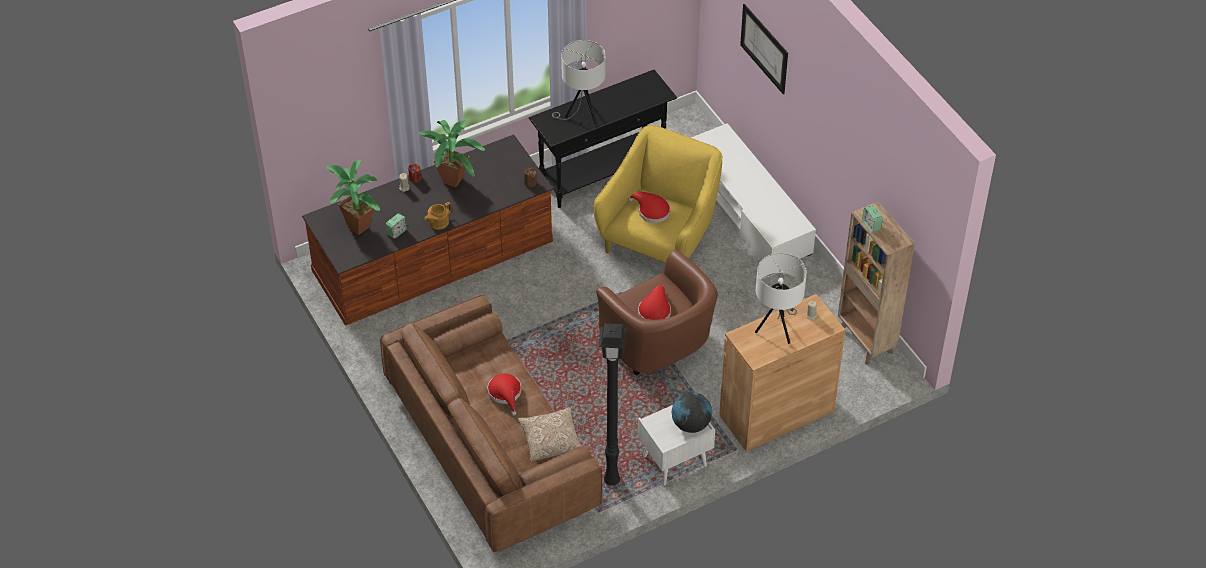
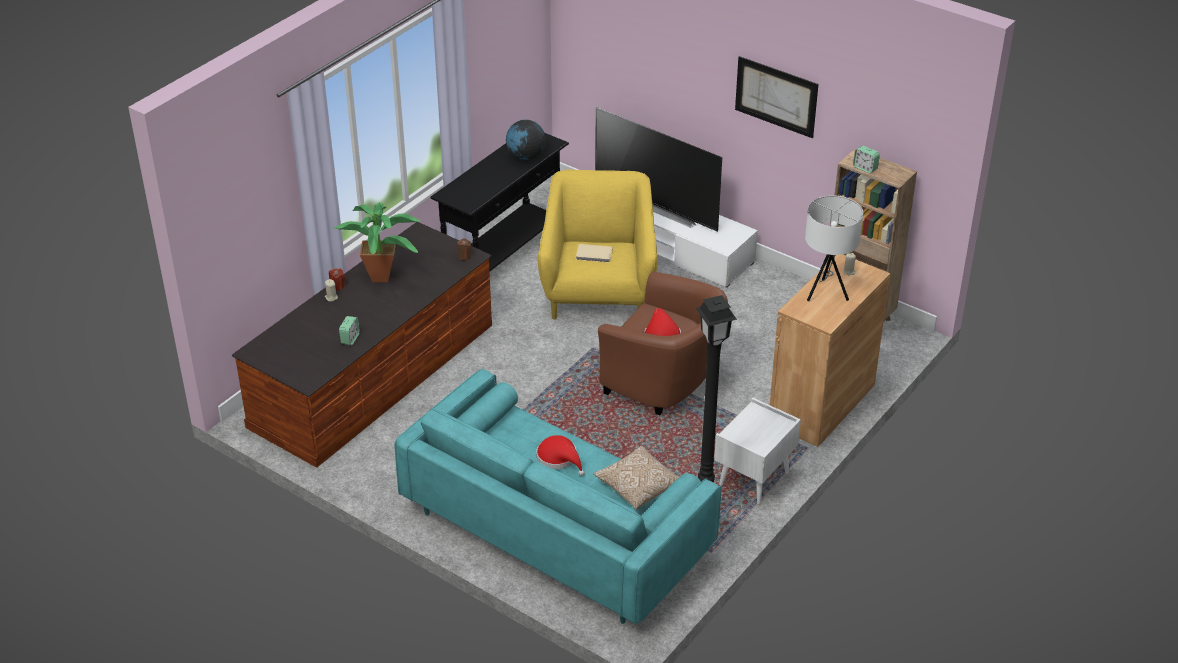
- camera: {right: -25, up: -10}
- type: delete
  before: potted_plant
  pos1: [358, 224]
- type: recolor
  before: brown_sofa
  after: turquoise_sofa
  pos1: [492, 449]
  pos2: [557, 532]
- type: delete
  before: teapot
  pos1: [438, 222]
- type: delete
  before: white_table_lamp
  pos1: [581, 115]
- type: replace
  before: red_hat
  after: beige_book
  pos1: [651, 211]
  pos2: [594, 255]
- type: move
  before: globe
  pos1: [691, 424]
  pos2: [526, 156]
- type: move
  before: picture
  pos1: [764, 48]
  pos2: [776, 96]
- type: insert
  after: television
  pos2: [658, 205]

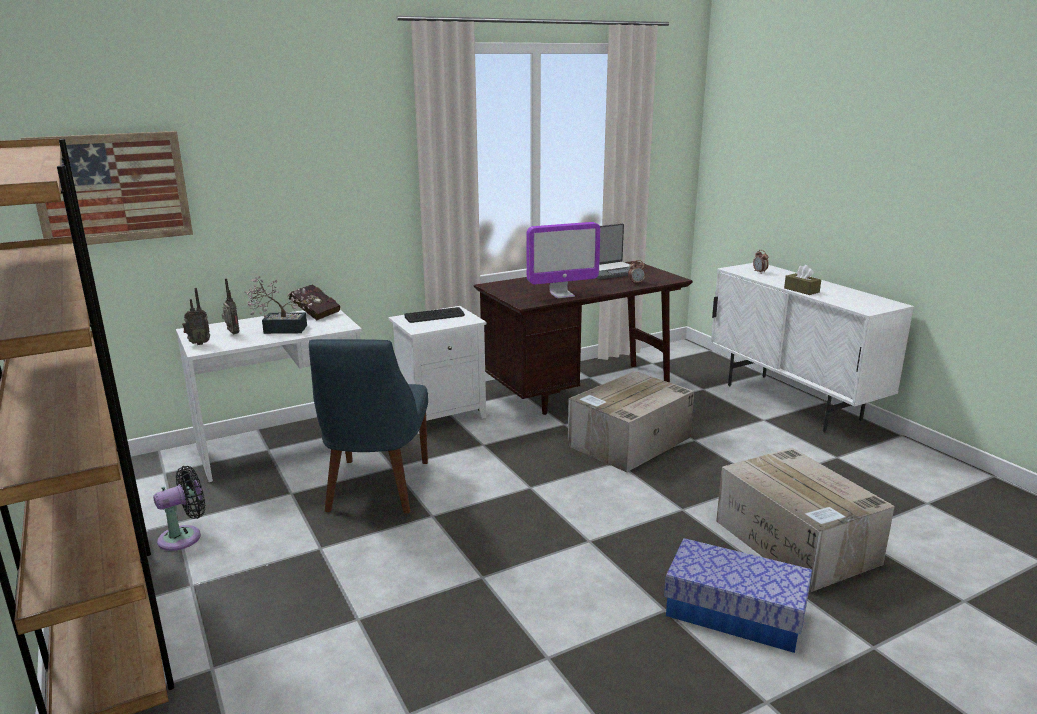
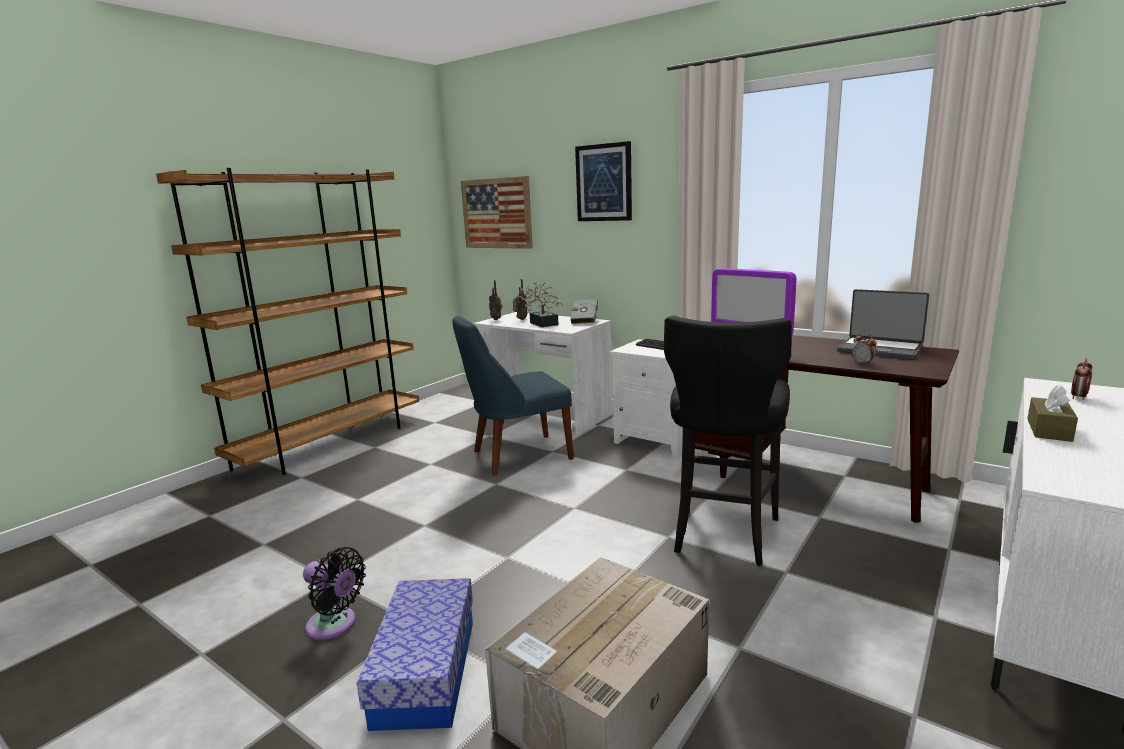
- camera: {right: 65, up: -5}
- type: move
  before: black_fan
  pos1: [184, 537]
  pos2: [335, 626]
- type: recolor
  before: red_book
  after: grey_book
  pos1: [314, 313]
  pos2: [585, 320]
- type: replace
  before: cardboard_box
  after: black_stool
  pos1: [628, 442]
  pos2: [722, 532]
- type: insert
  after: picture
  pos2: [604, 183]

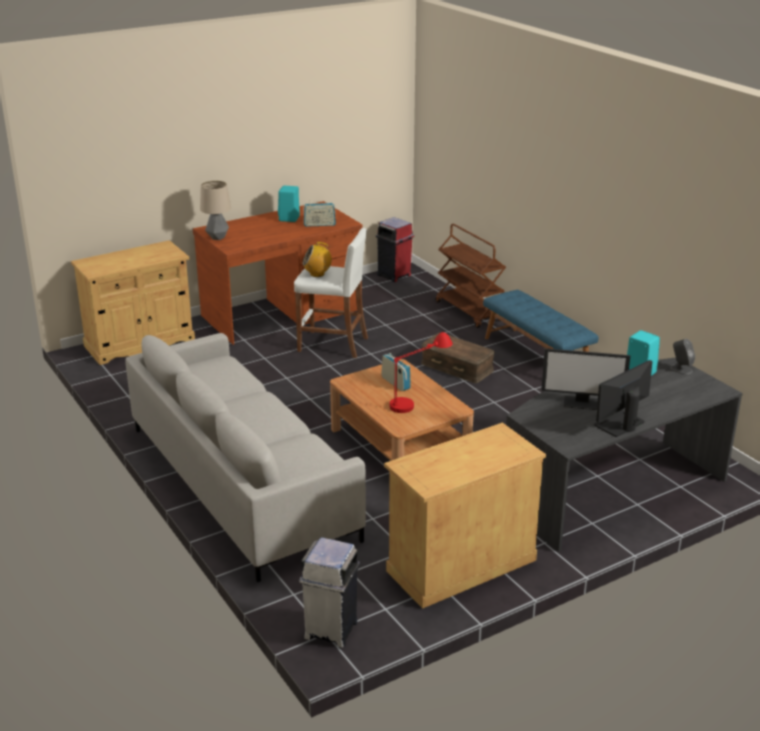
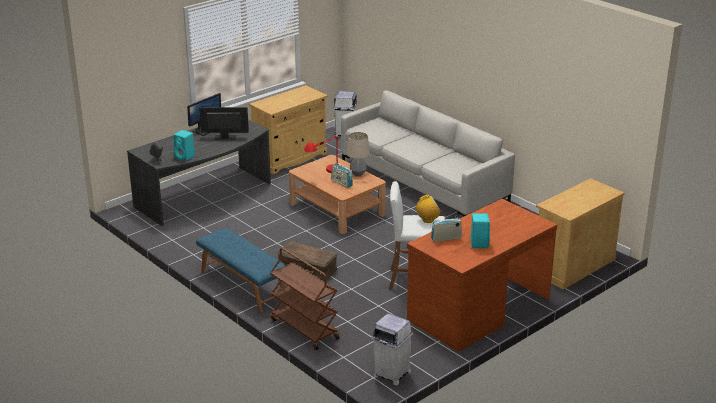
- camera: {right: 170, up: 0}
- type: move
  before: table_lamp
  pos1: [217, 237]
  pos2: [358, 174]
- type: recolor
  before: red_trash_can
  after: white_trash_can
  pos1: [394, 275]
  pos2: [391, 374]

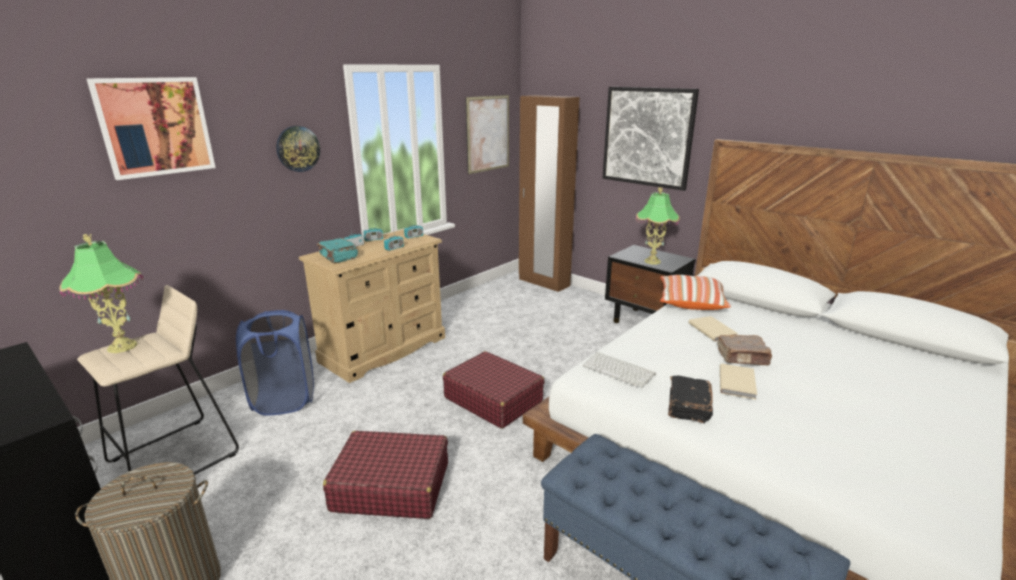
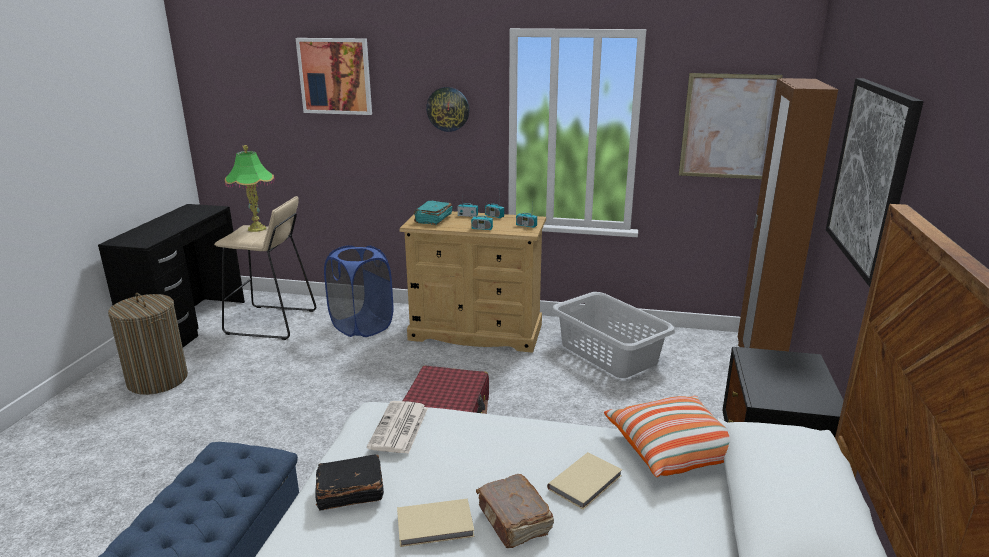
- camera: {right: 60, up: 0}
- type: delete
  before: red_suitcase
  pos1: [391, 486]
- type: replace
  before: keyboard
  after: newspaper
  pos1: [620, 370]
  pos2: [399, 428]
- type: delete
  before: table_lamp
  pos1: [652, 261]
- type: insert
  after: grey_laundry_basket
  pos2: [609, 353]

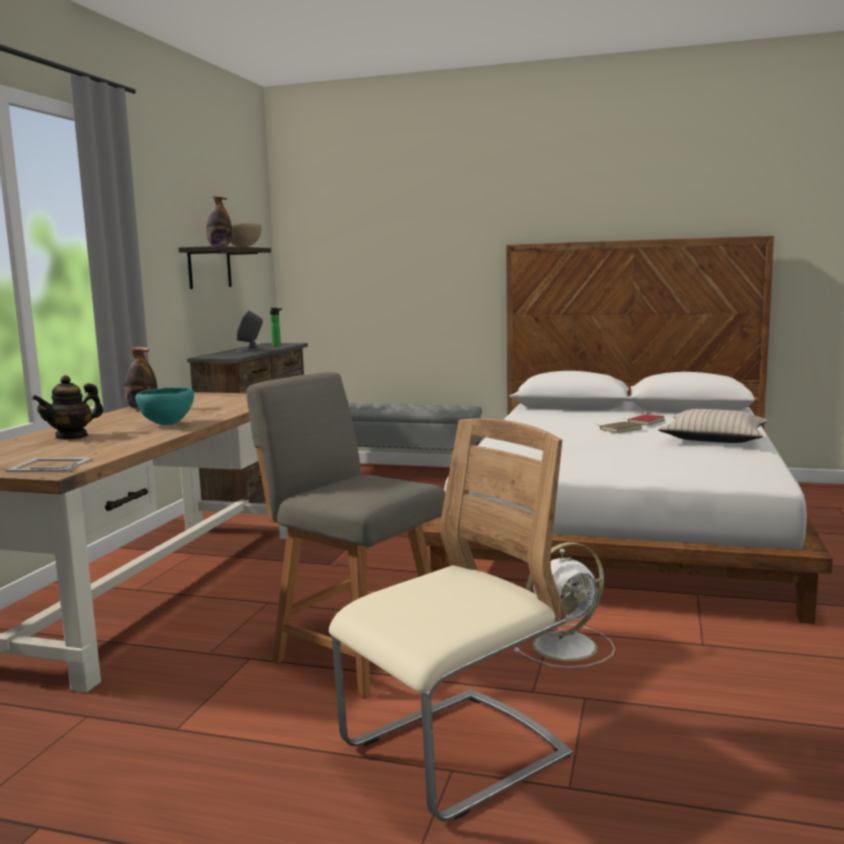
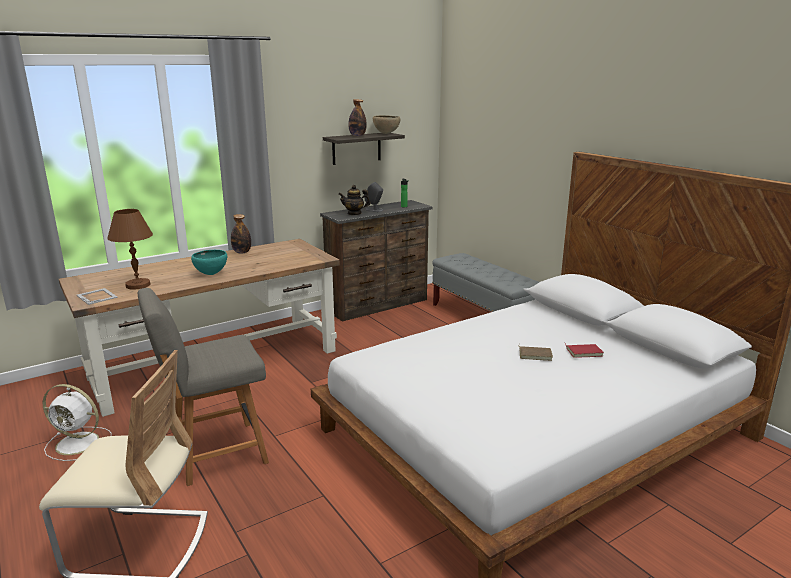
- camera: {right: 40, up: 10}
- type: move
  before: teapot
  pos1: [72, 436]
  pos2: [354, 213]
- type: rotate
  before: grey_chair
  pos1: [355, 652]
  pos2: [216, 453]
  turn: -105
- type: move
  before: white_fan
  pos1: [567, 645]
  pos2: [79, 443]
- type: delete
  before: beige_pillow
  pos1: [714, 439]
- type: insert
  after: brown_table_lamp
  pos2: [138, 285]

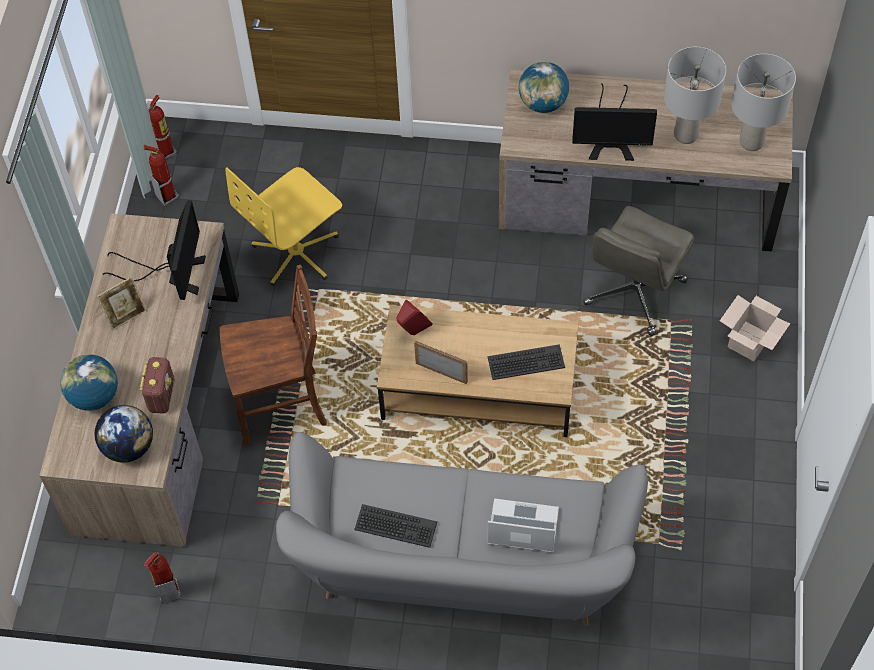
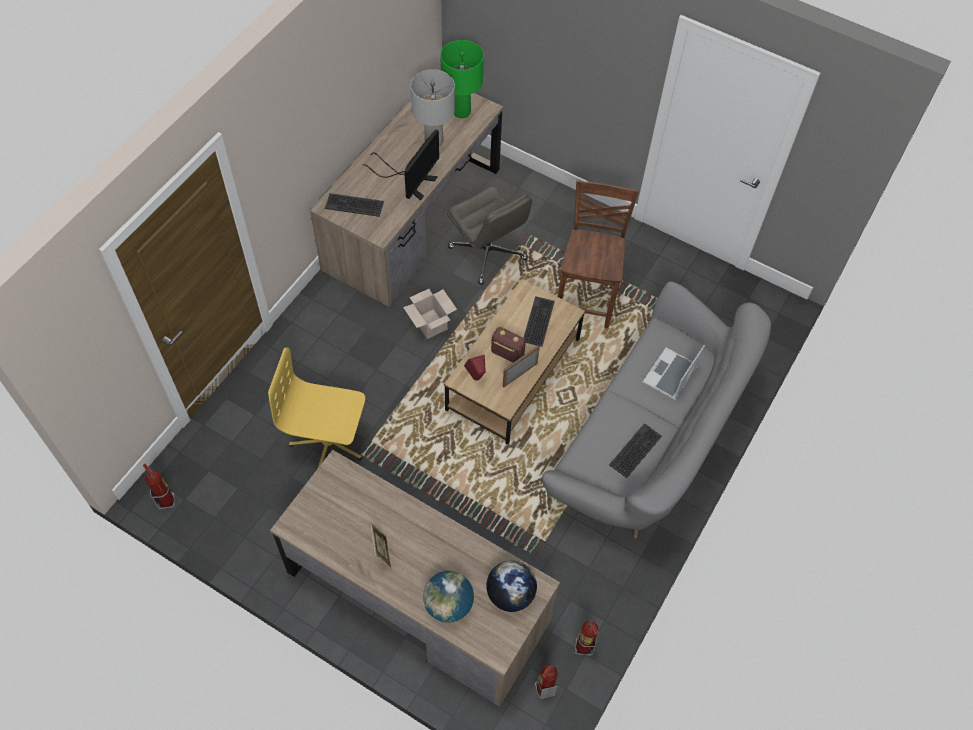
- camera: {right: -70, up: 0}
- type: delete
  before: monitor
  pos1: [173, 273]
- type: move
  before: radio
  pos1: [161, 395]
  pos2: [507, 354]
- type: move
  before: fire_extinguisher
  pos1: [167, 196]
  pos2: [544, 689]
- type: move
  before: brown_chair
  pos1: [282, 406]
  pos2: [587, 298]
- type: rotate
  before: yellow_office_chair
  pos1: [297, 253]
  pos2: [328, 443]
  turn: 120
- type: replace
  before: globe
  after: keyboard
  pos1: [543, 103]
  pos2: [354, 205]
- type: move
  before: cardboard_box
  pos1: [749, 342]
  pos2: [431, 324]
- type: recolor
  before: grey_table_lamp
  after: green_table_lamp
  pos1: [752, 142]
  pos2: [462, 112]

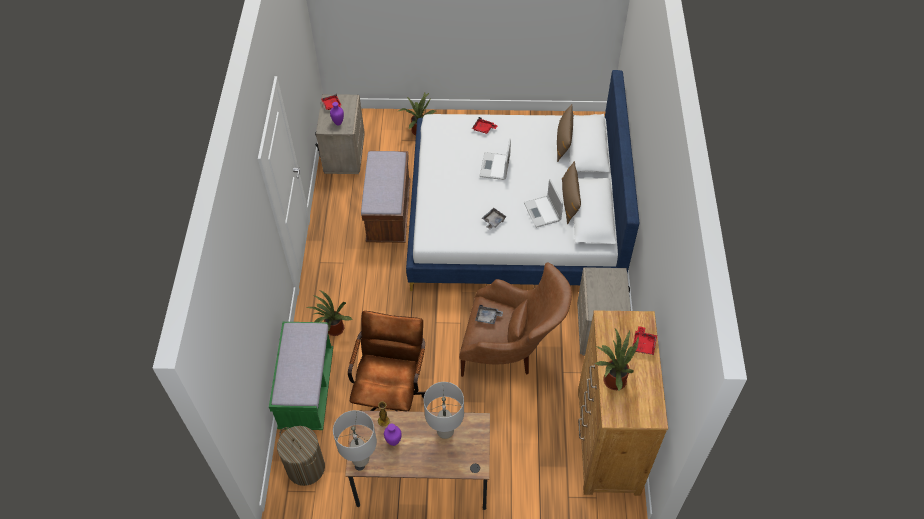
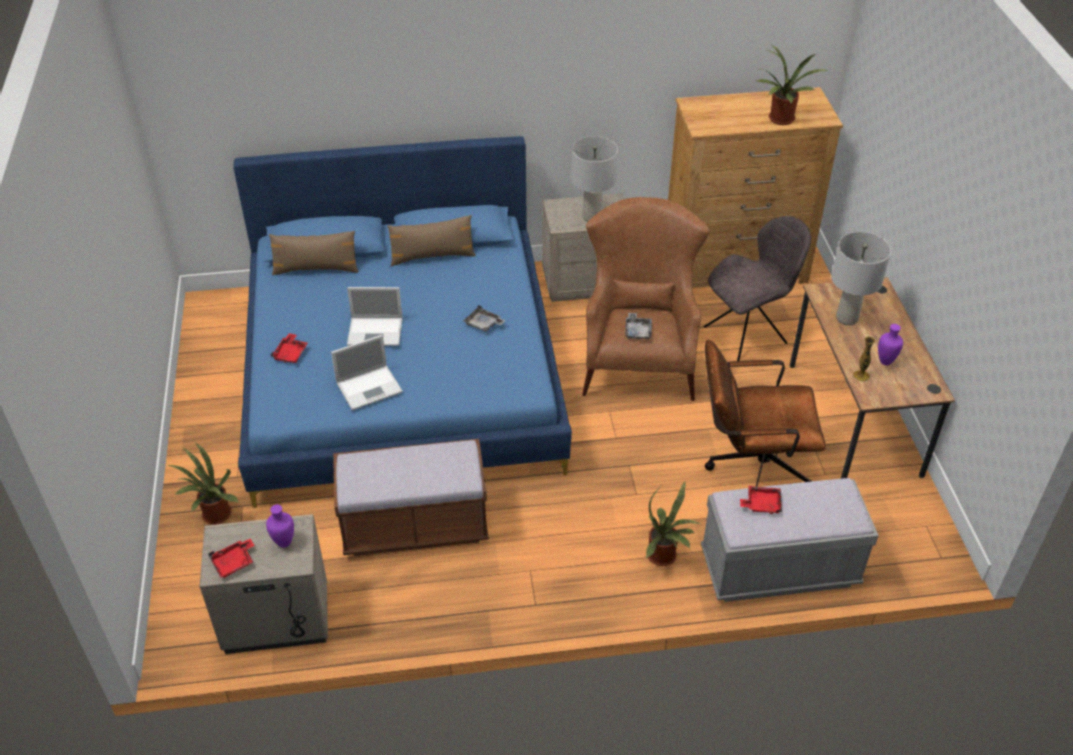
- camera: {right: -100, up: -10}
- type: recolor
  before: green_bench
  after: grey_bench
  pos1: [307, 390]
  pos2: [779, 569]
- type: delete
  before: laundry_basket
  pos1: [305, 467]
- type: move
  before: grey_table_lamp
  pos1: [361, 459]
  pos2: [591, 217]
- type: recolor
  before: white_bed
  after: blue_bed
  pos1: [514, 215]
  pos2: [402, 375]
- type: move
  before: laptop
  pos1: [542, 212]
  pos2: [370, 387]
- type: move
  before: red_tray
  pos1: [643, 344]
  pos2: [761, 504]
- type: insert
  after: grey_chair
  pos2: [748, 334]

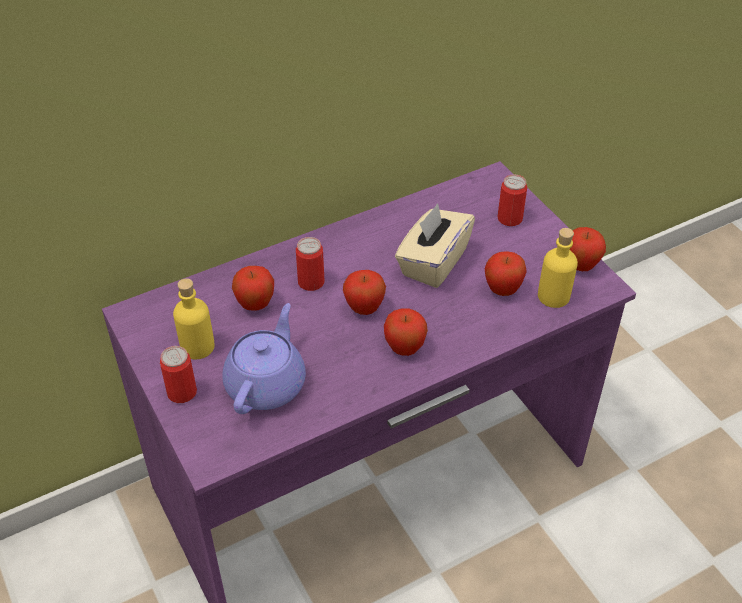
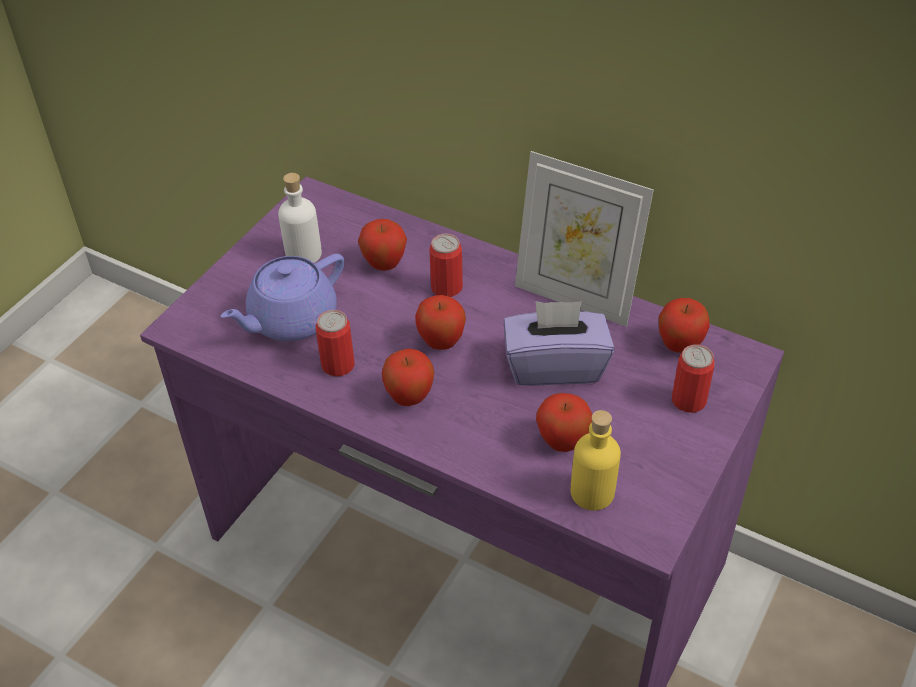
- camera: {right: 60, up: 0}
- type: move
  before: can
  pos1: [182, 392]
  pos2: [338, 365]
- type: recolor
  before: yellow_bottle
  after: white_bottle
  pos1: [197, 347]
  pos2: [303, 254]
- type: rotate
  before: purple_teapot
  pos1: [266, 383]
  pos2: [291, 320]
  turn: 150
- type: recolor
  before: beige_tissue_box
  after: purple_tissue_box
  pos1: [433, 263]
  pos2: [555, 365]
- type: move
  before: apple
  pos1: [580, 266]
  pos2: [679, 346]
- type: insert
  after: picture_frame
  pos2: [575, 298]

